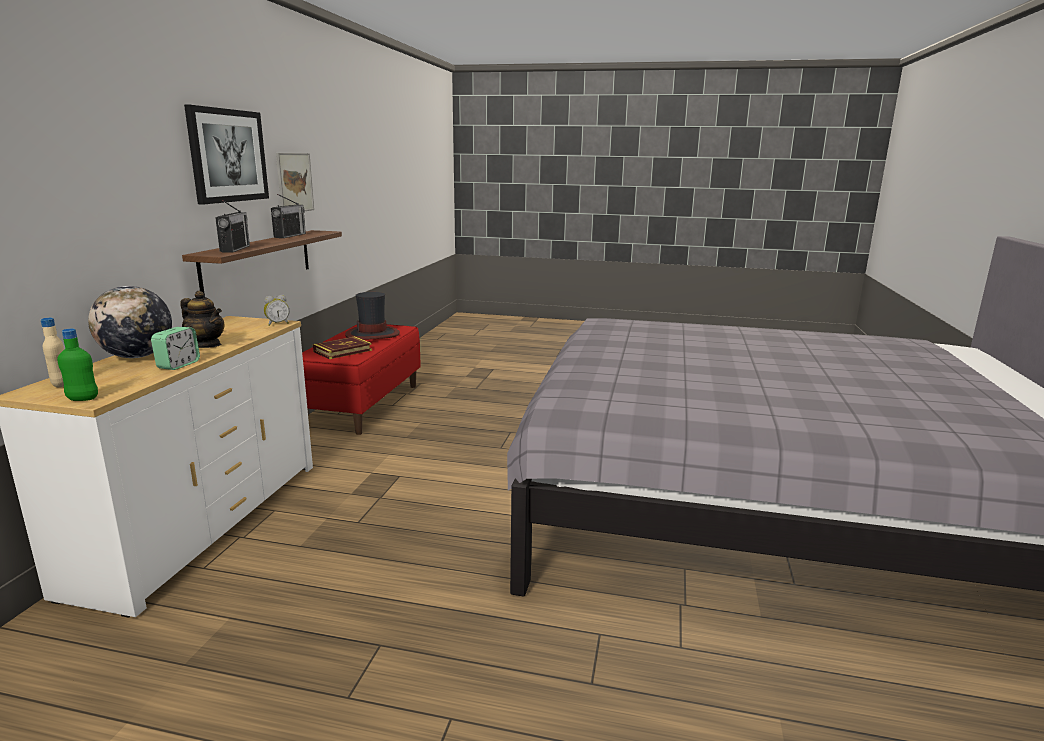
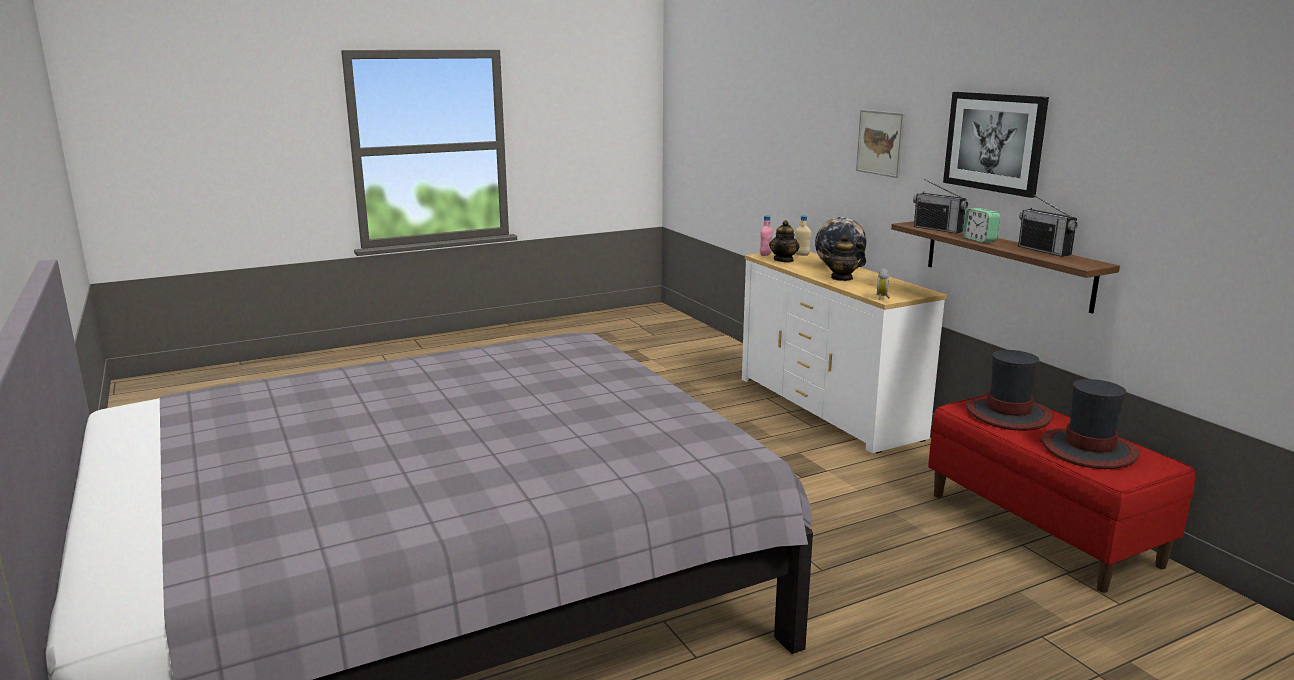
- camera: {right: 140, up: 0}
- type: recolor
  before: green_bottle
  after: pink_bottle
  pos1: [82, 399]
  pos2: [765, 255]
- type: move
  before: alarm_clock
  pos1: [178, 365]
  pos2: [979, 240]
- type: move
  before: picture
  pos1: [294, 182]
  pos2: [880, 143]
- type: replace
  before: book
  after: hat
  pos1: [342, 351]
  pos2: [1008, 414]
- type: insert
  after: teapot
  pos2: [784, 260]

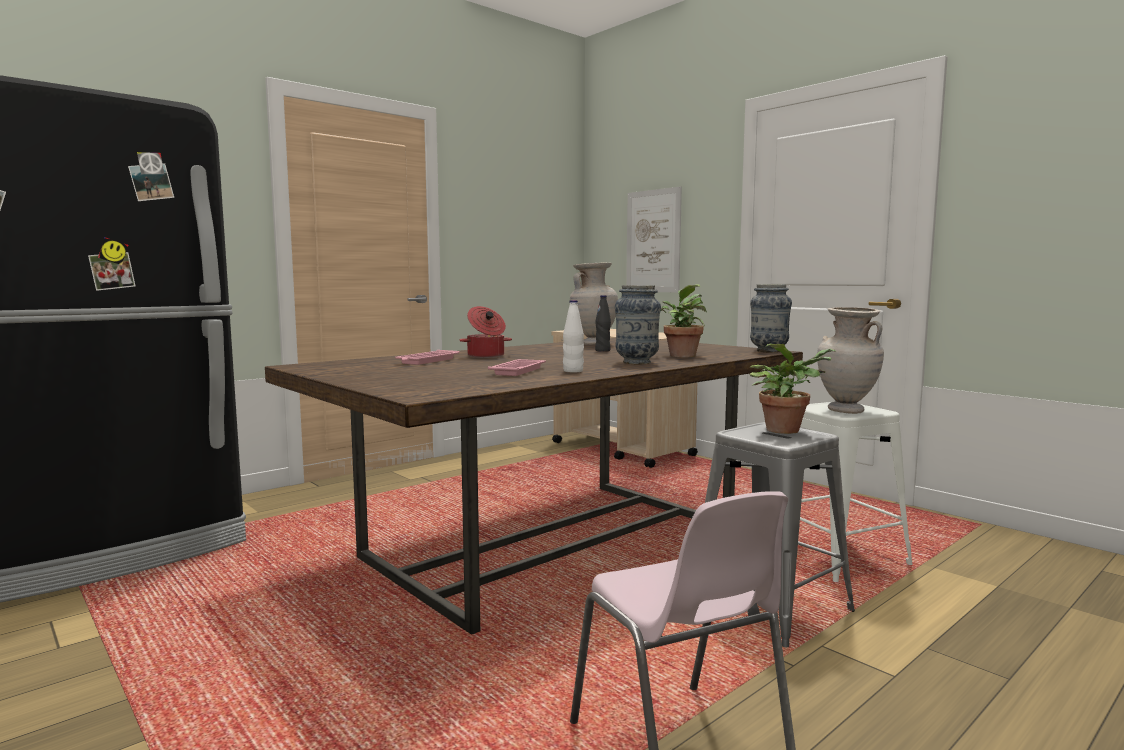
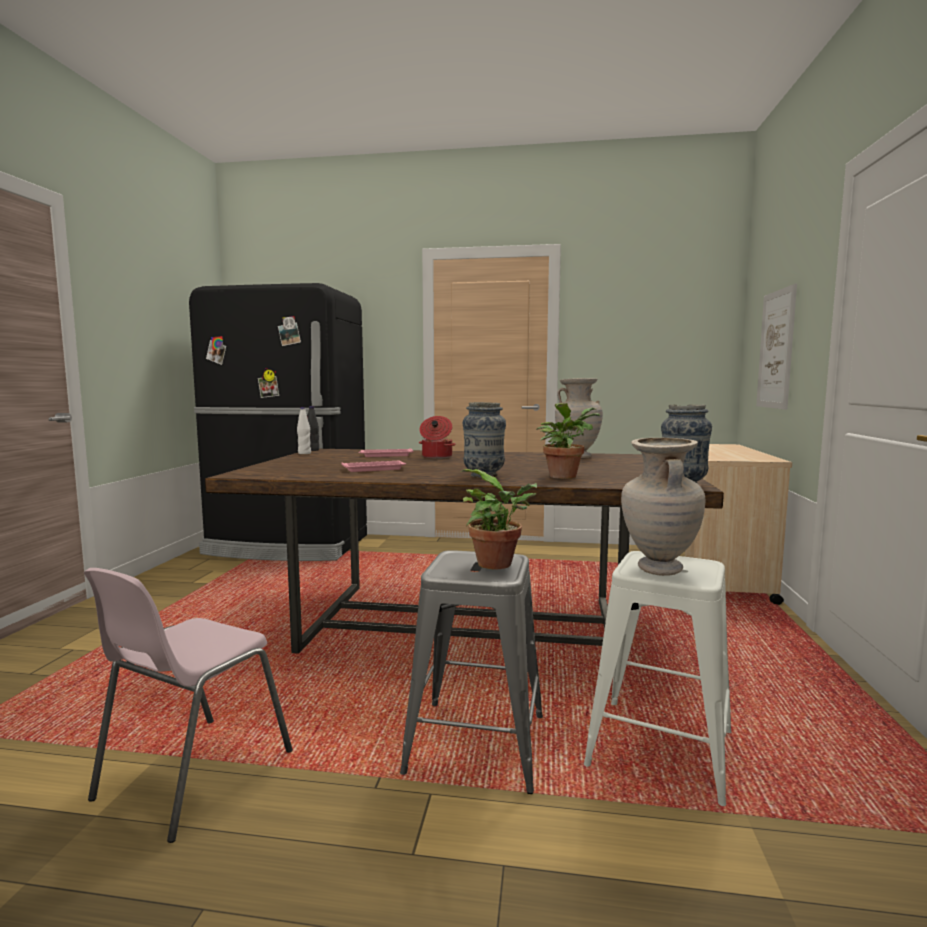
- camera: {right: 50, up: 0}
- type: move
  before: white_bottle
  pos1: [573, 371]
  pos2: [304, 453]
- type: move
  before: black_bottle
  pos1: [602, 350]
  pos2: [313, 450]

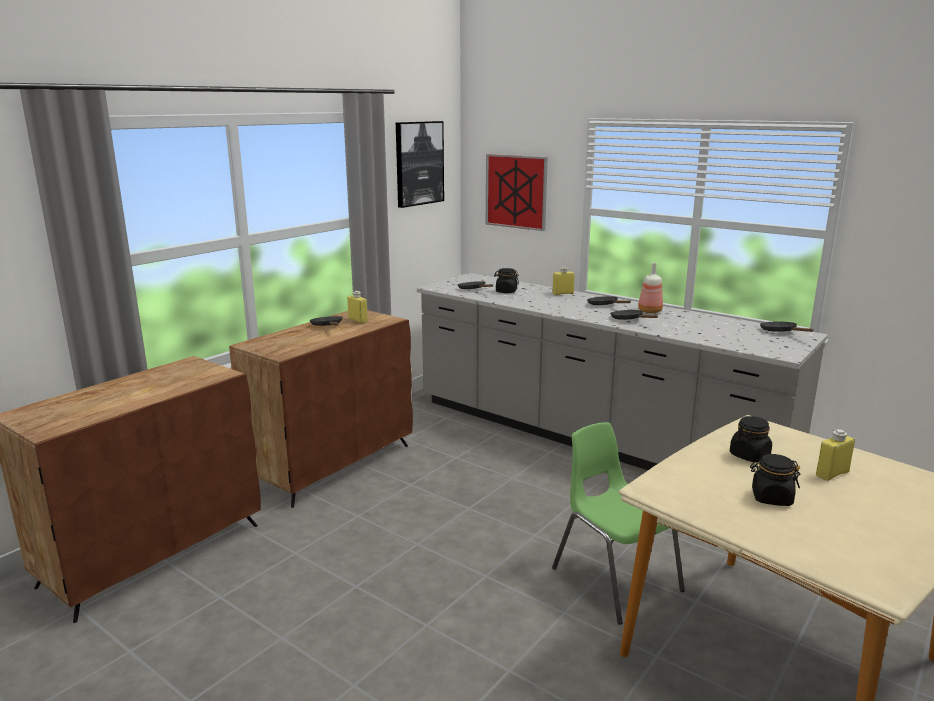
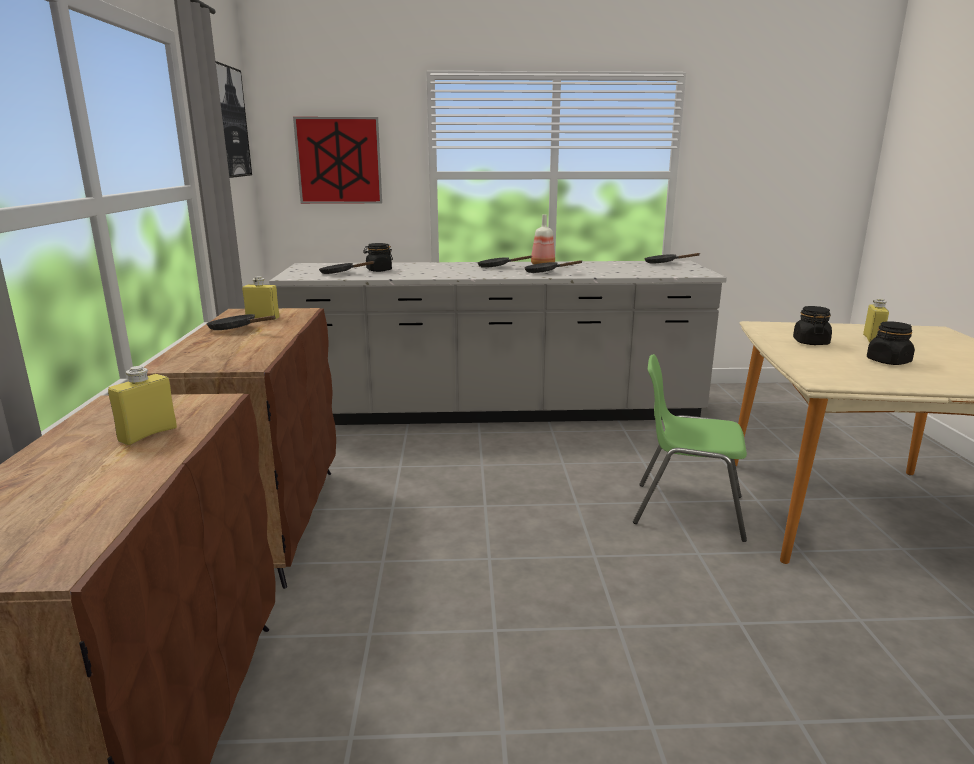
- camera: {right: -40, up: 0}
- type: move
  before: yellow_bottle
  pos1: [563, 294]
  pos2: [148, 434]

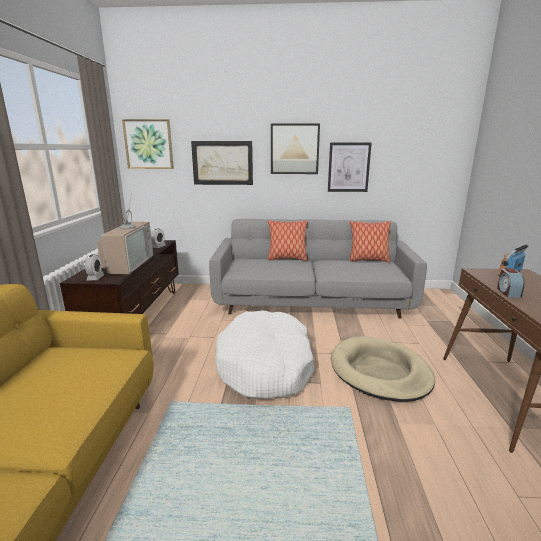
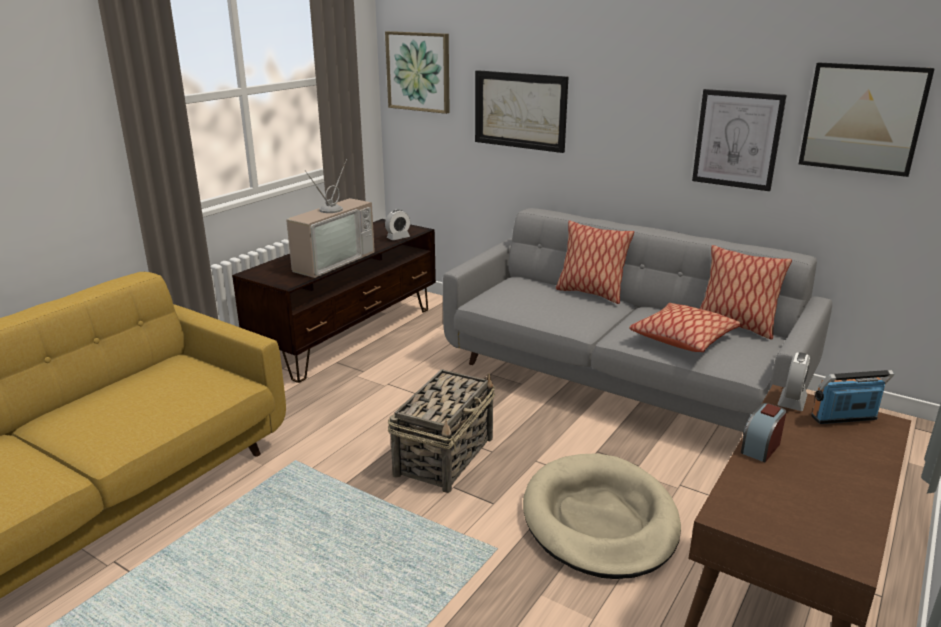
- camera: {right: 30, up: 5}
- type: move
  before: alarm_clock
  pos1: [95, 278]
  pos2: [792, 401]
- type: replace
  before: white_dog_bed
  after: basket
  pos1: [266, 366]
  pos2: [445, 455]
- type: move
  before: picture
  pos1: [294, 149]
  pos2: [862, 118]
- type: insert
  after: pillow
  pos2: [683, 338]

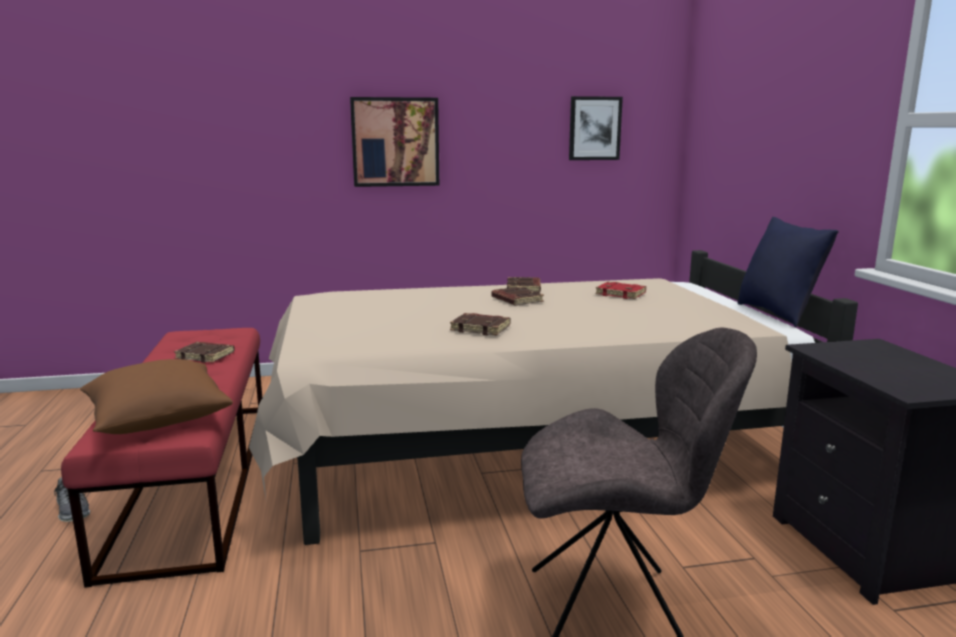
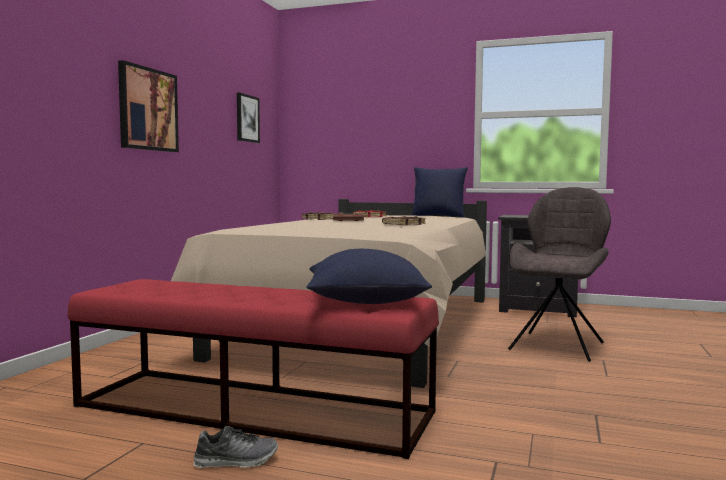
- camera: {right: -60, up: -10}
- type: recolor
  before: brown_pillow
  after: blue_pillow
  pos1: [158, 420]
  pos2: [365, 302]
- type: delete
  before: brown_book
  pos1: [206, 356]

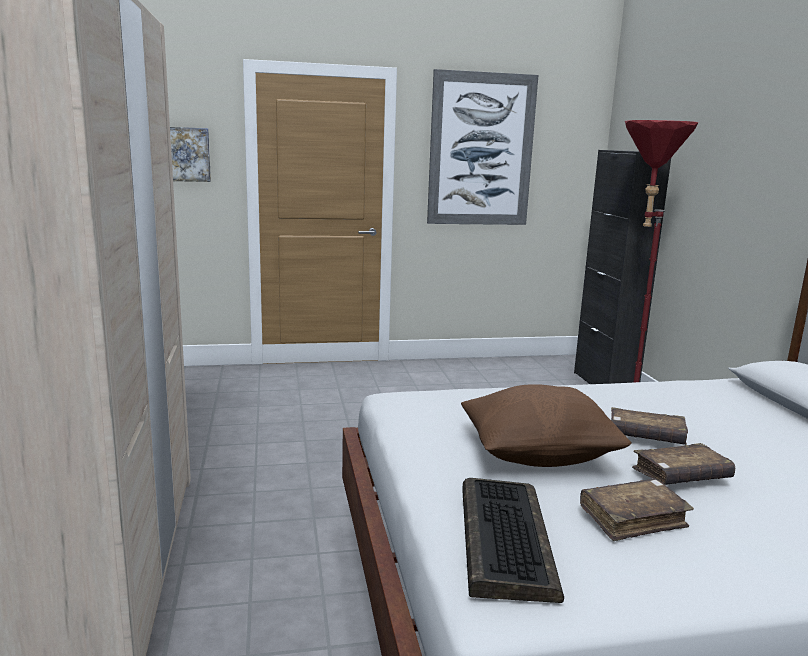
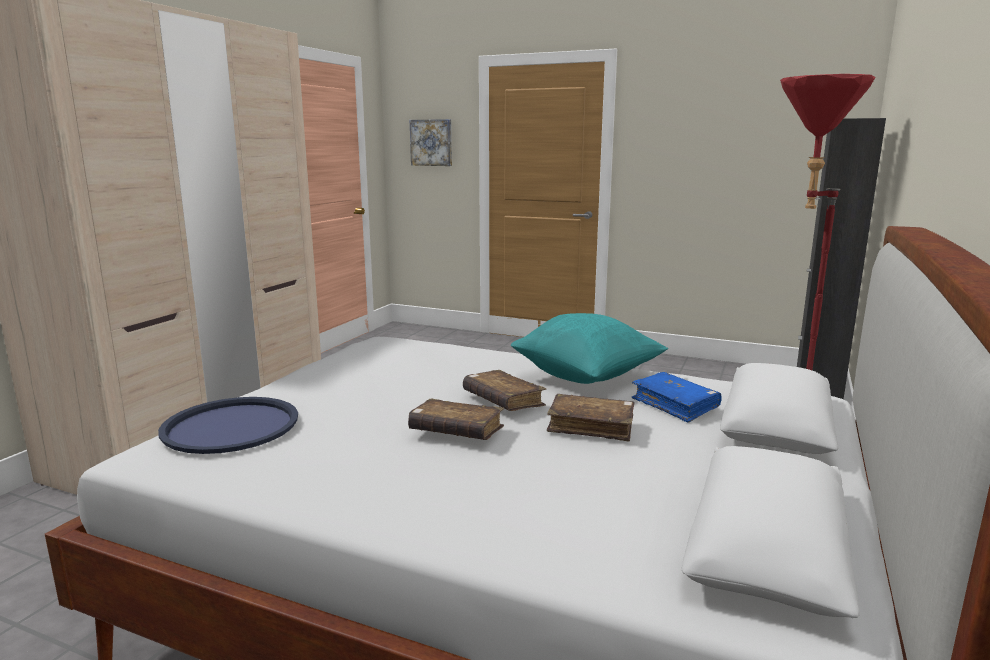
- camera: {right: 35, up: 0}
- type: delete
  before: picture
  pos1: [481, 150]
- type: delete
  before: brown_pillow
  pos1: [538, 455]
- type: replace
  before: keyboard
  after: blue_tray
  pos1: [503, 538]
  pos2: [230, 426]
- type: move
  before: brown_book
  pos1: [632, 519]
  pos2: [591, 426]
- type: insert
  after: turquoise_pillow
  pos2: [587, 378]
- type: insert
  after: blue_book
  pos2: [675, 405]

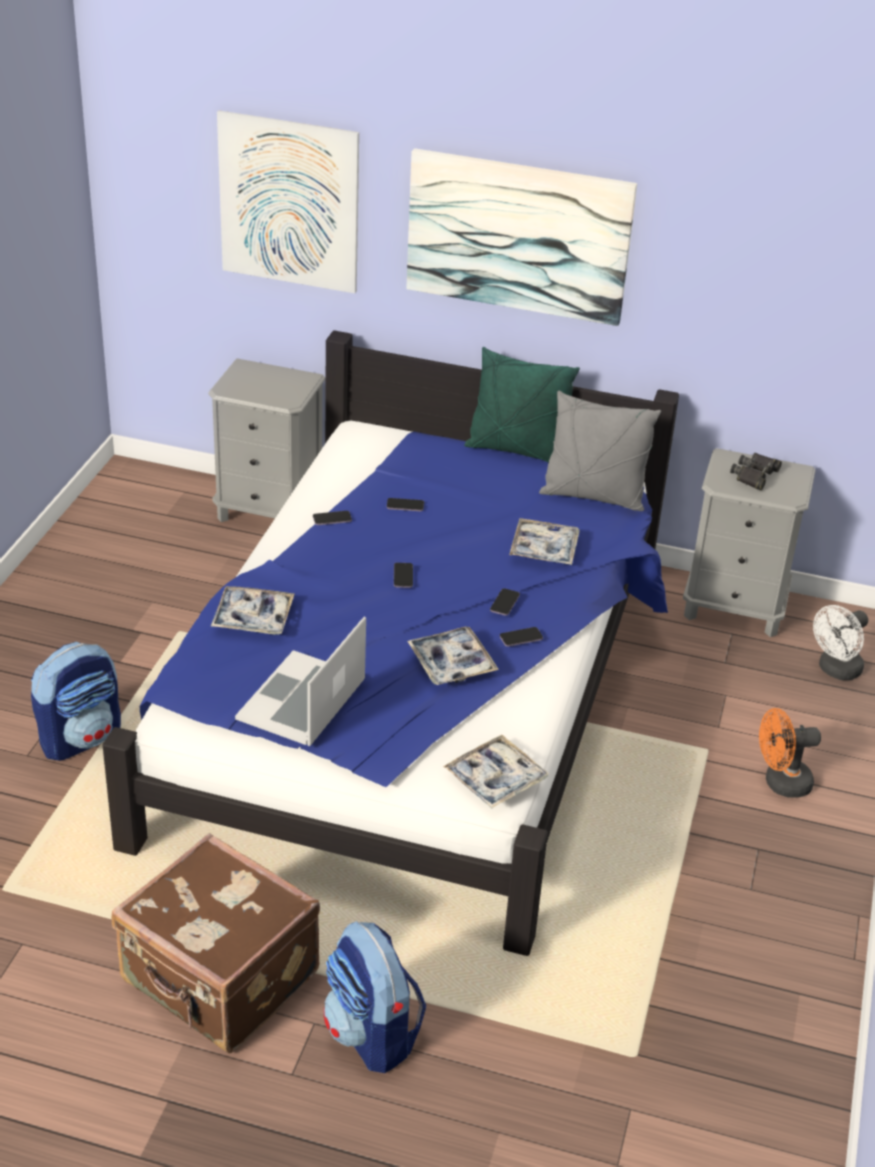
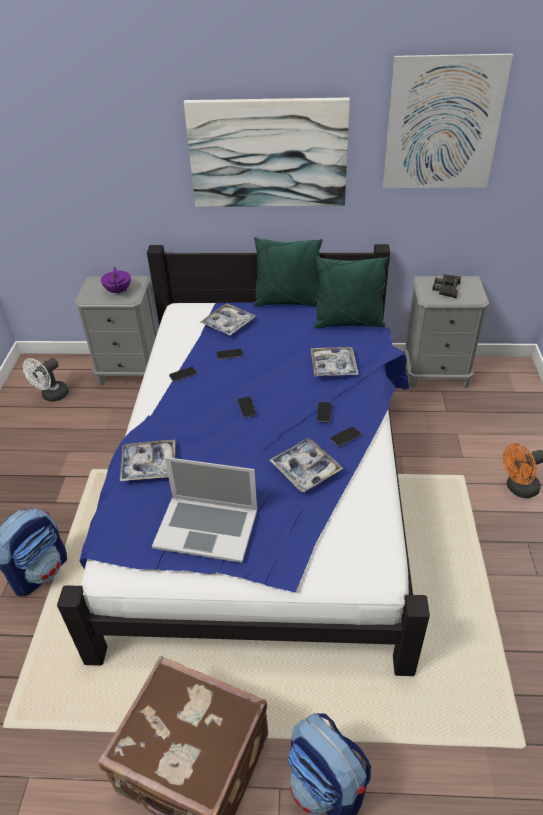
- camera: {right: -10, up: 5}
- type: move
  before: picture
  pos1: [289, 202]
  pos2: [443, 124]
- type: rotate
  before: laptop
  pos1: [302, 699]
  pos2: [206, 527]
  turn: -90
- type: move
  before: tray
  pos1: [495, 779]
  pos2: [228, 324]
- type: recolor
  before: grey_pillow
  after: green_pillow
  pos1: [593, 496]
  pos2: [348, 323]
- type: move
  before: white_fan
  pos1: [835, 670]
  pos2: [52, 396]
- type: insert
  after: purple_teapot
  pos2: [118, 291]

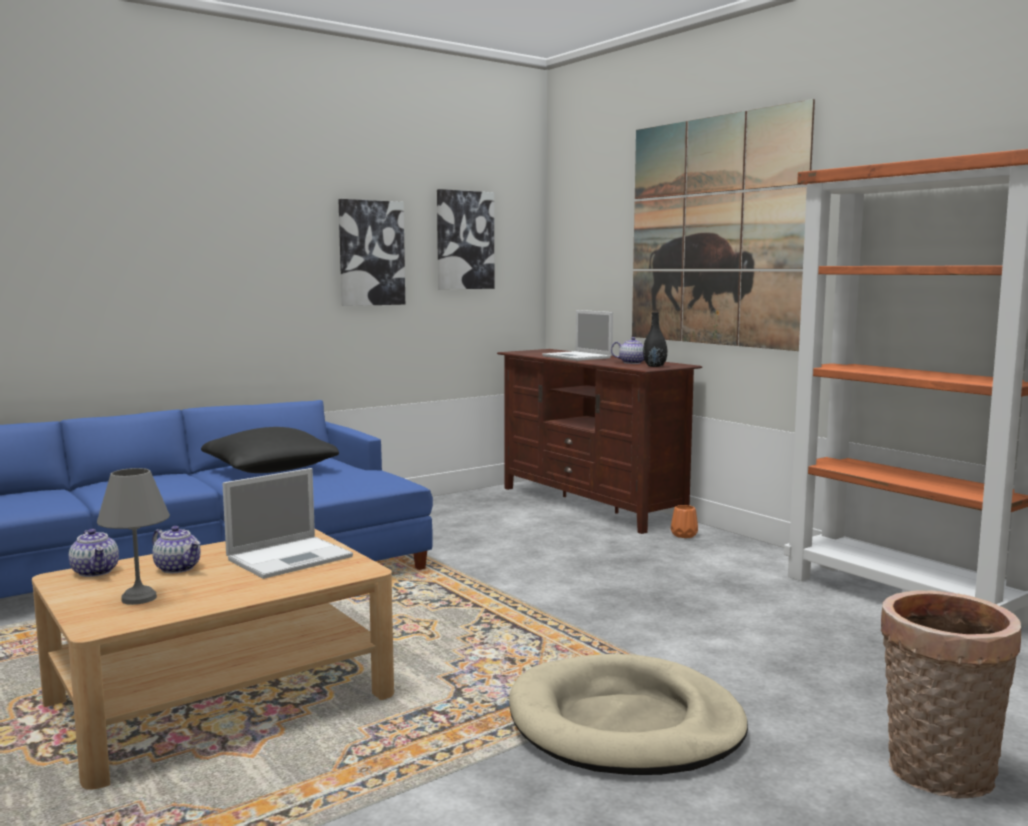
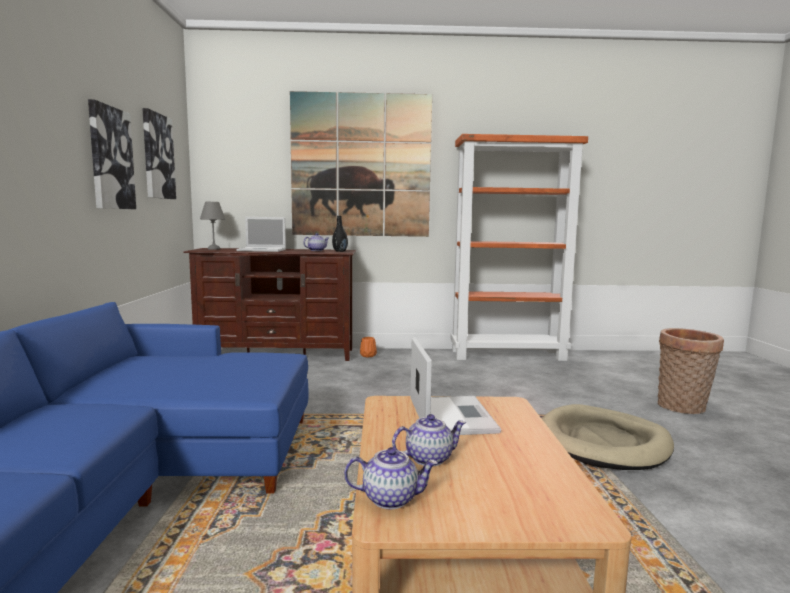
- camera: {right: -55, up: 0}
- type: move
  before: grey_table_lamp
  pos1: [137, 598]
  pos2: [213, 249]
- type: delete
  before: black_pillow
  pos1: [270, 469]

